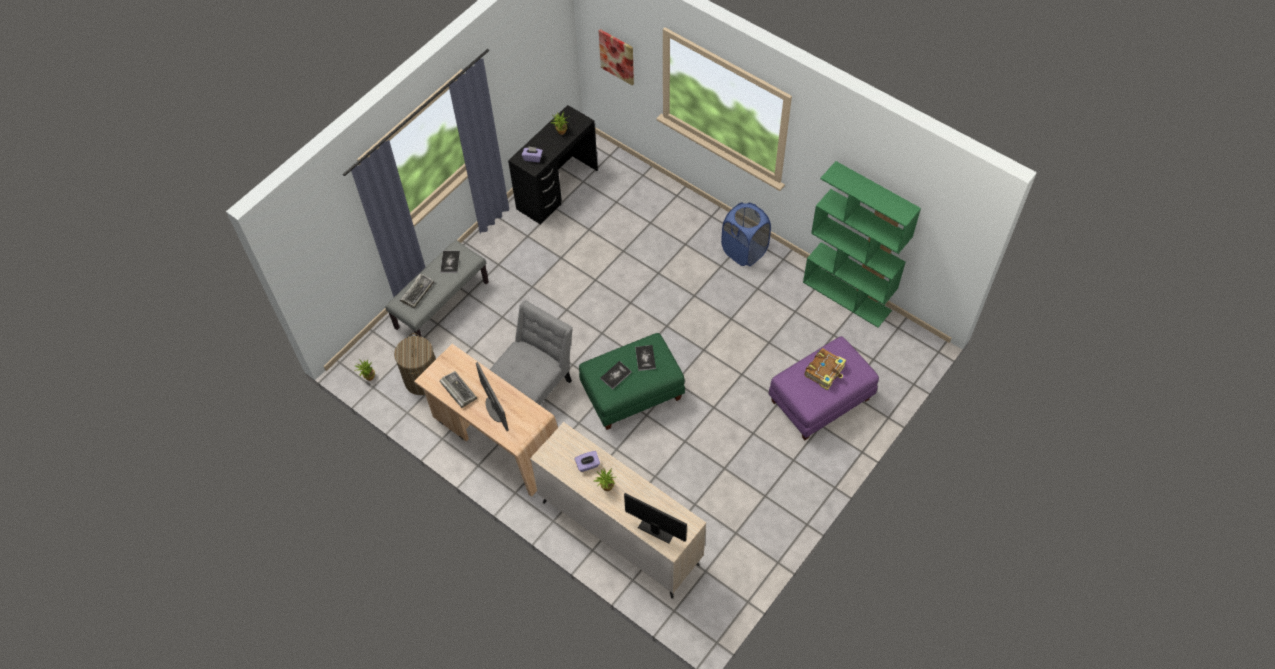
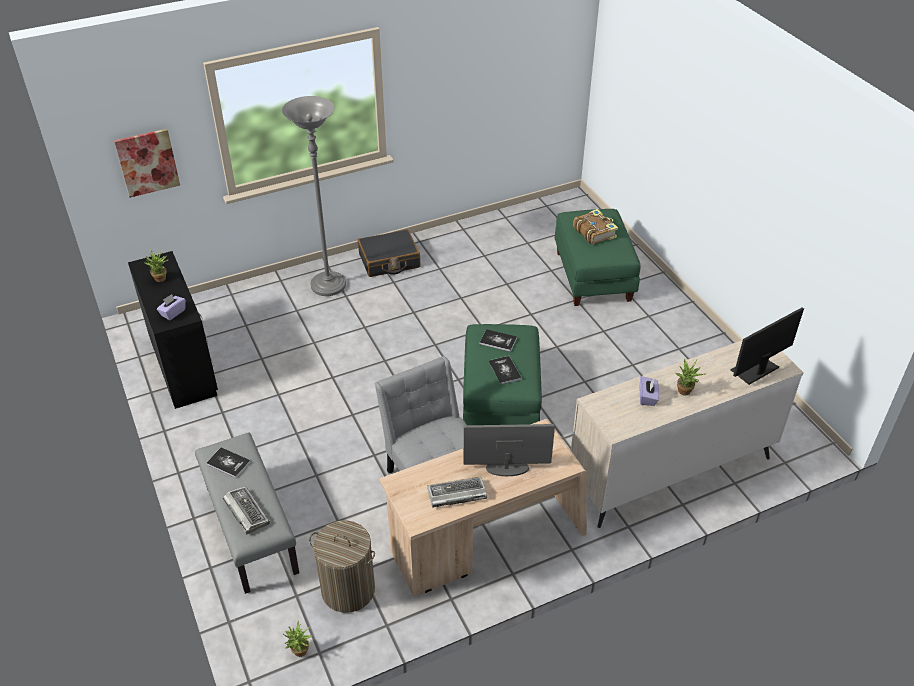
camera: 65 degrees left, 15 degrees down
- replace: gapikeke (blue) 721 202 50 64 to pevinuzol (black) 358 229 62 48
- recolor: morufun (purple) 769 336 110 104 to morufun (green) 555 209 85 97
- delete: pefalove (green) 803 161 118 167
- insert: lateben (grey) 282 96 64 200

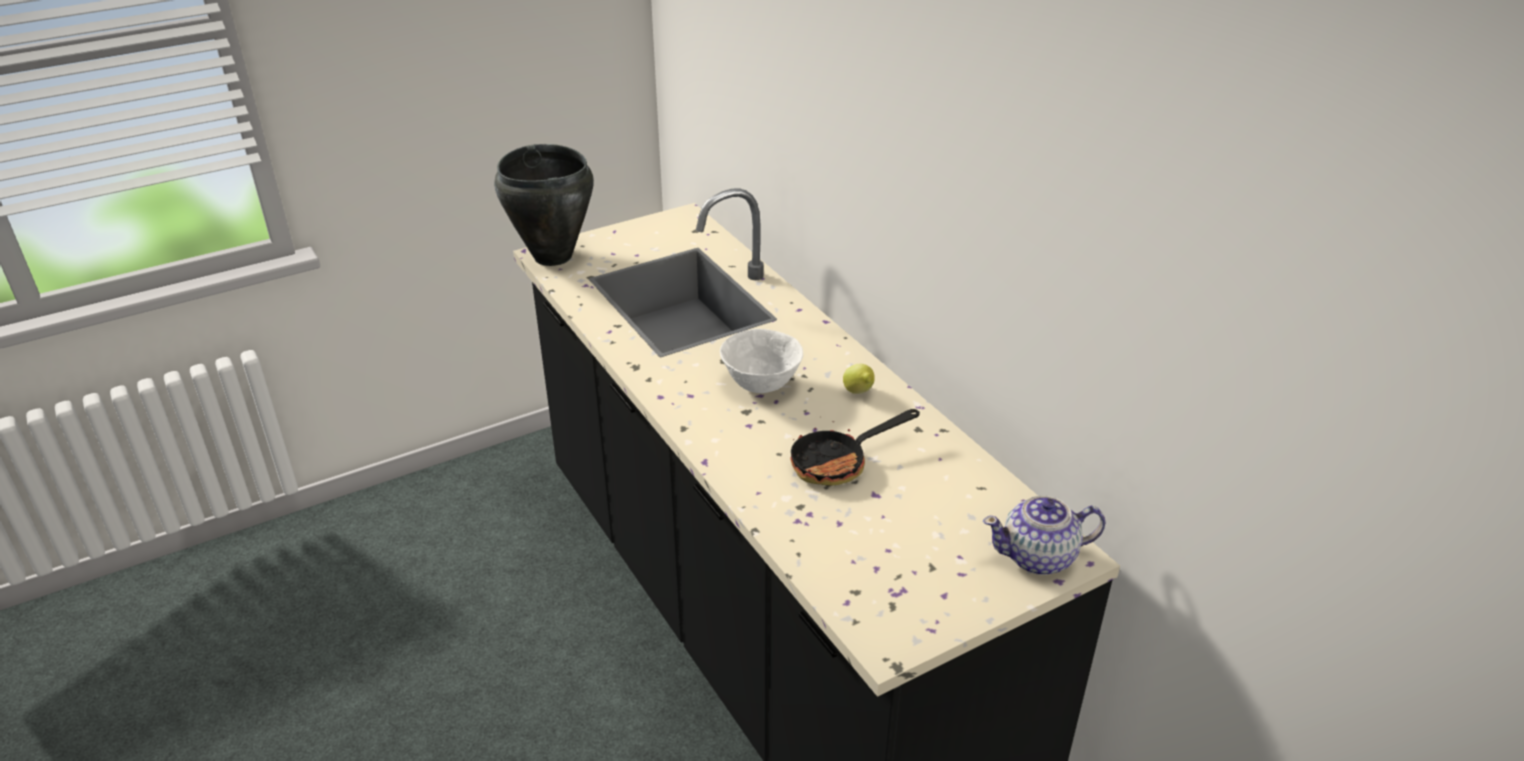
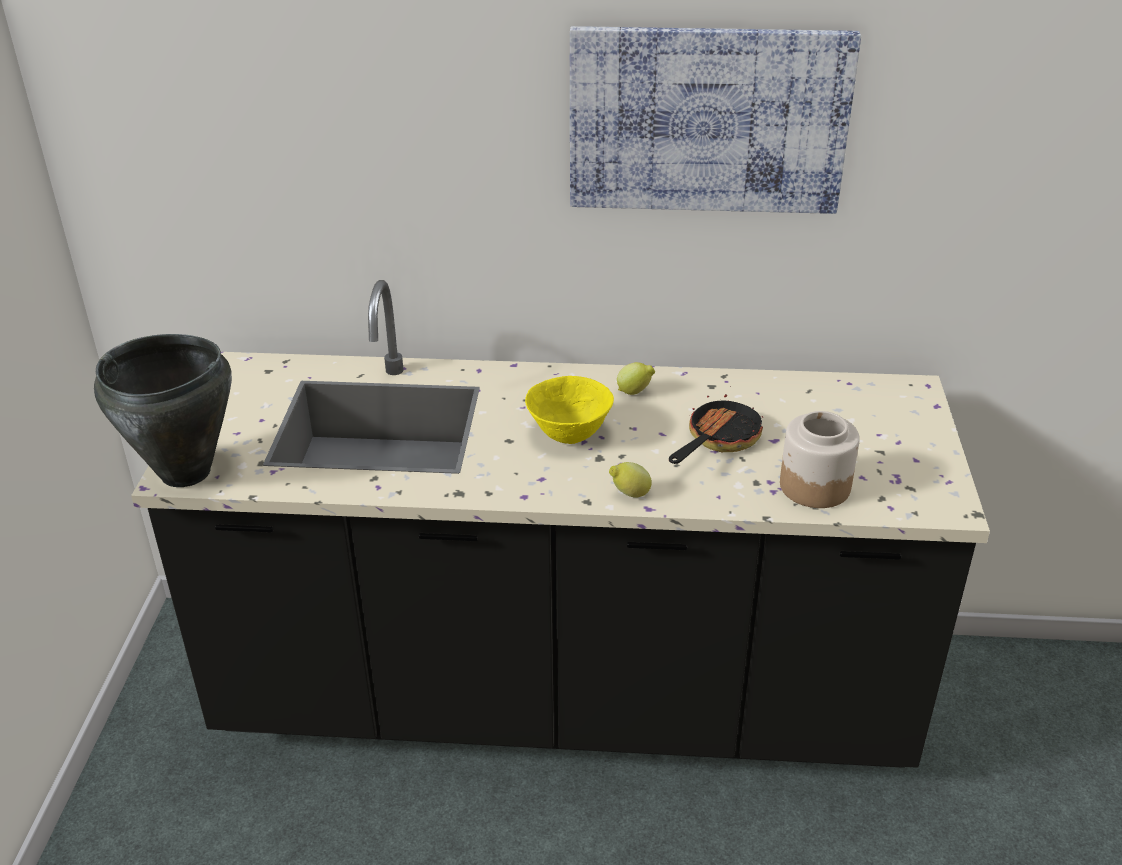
camera: 55 degrees left, 0 degrees up
- recolor: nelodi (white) 720 329 83 64 to nelodi (yellow) 525 376 89 68
- rotate: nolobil 790 409 130 77 = 669 386 94 78 150 degrees counterclockwise
- delete: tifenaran 983 495 123 80
- insert: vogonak 570 26 291 188
- insert: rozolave 609 462 43 36
- insert: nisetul 780 411 80 97

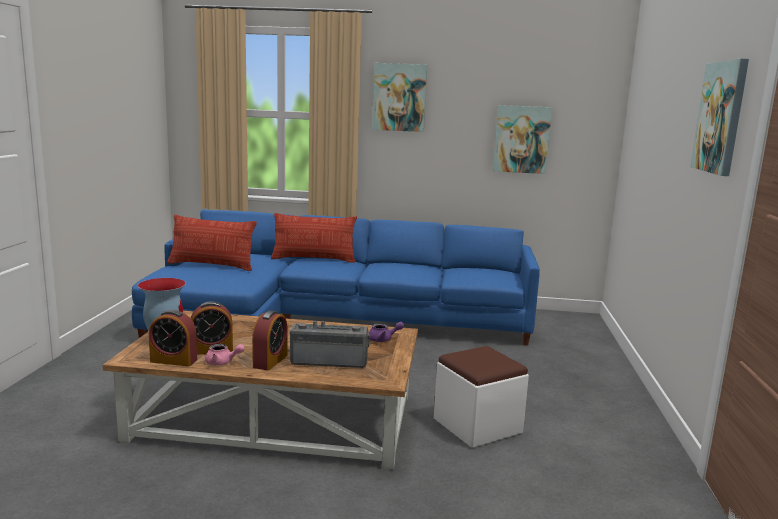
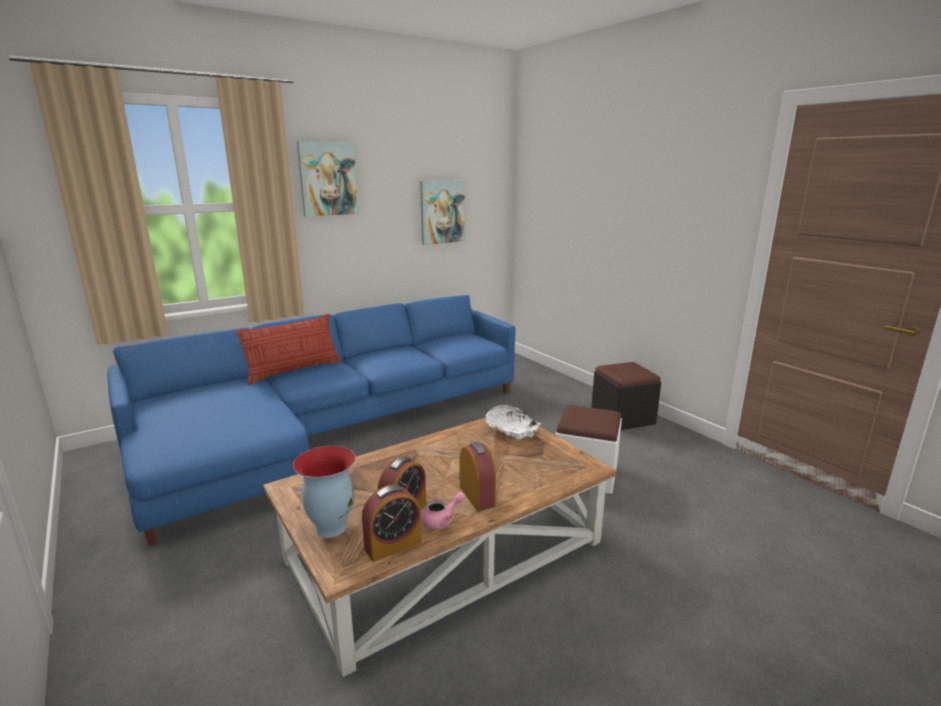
camera: 40 degrees left, 5 degrees up
- delete: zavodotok 167 215 90 56
- delete: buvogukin 290 321 80 47
- replace: tifenaran (purple) 369 322 35 20 to nelodi (white) 486 405 55 34
- delete: vogonak 690 59 59 117
- insert: morufun (black) 591 362 70 68

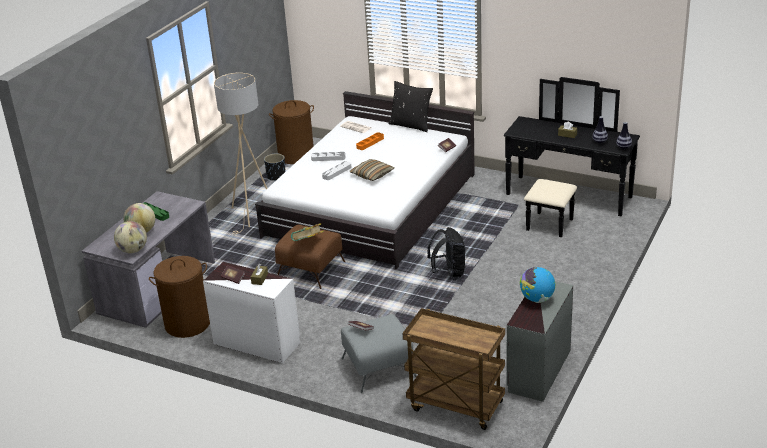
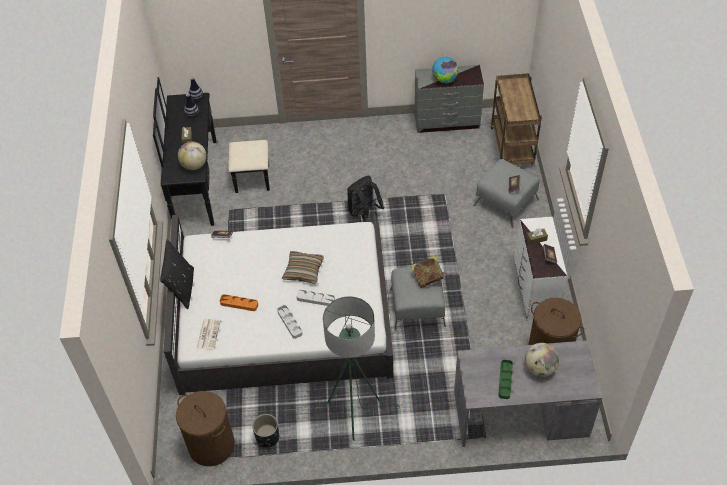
camera: 120 degrees left, 20 degrees up
- move: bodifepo 114 221 33 32 to 178 141 29 29
- recolor: lateben (beige) 214 72 53 162 to lateben (green) 323 296 77 145
- recolor: morufun (brown) 275 225 70 64 to morufun (grey) 390 267 56 64

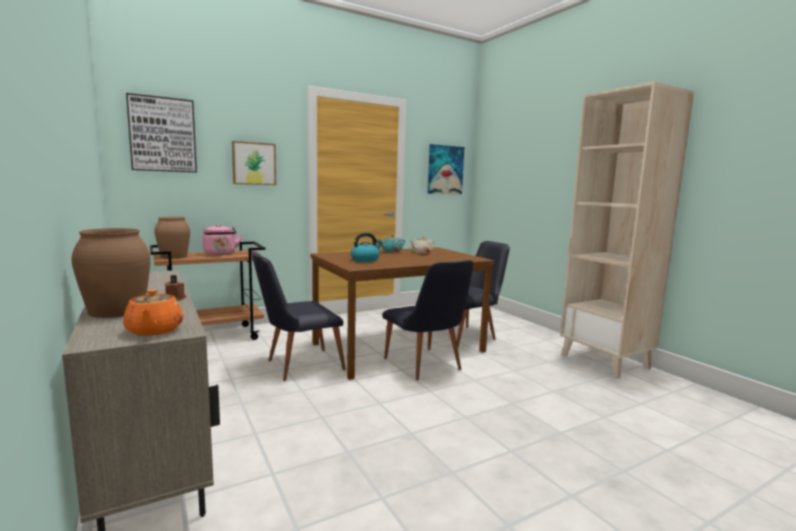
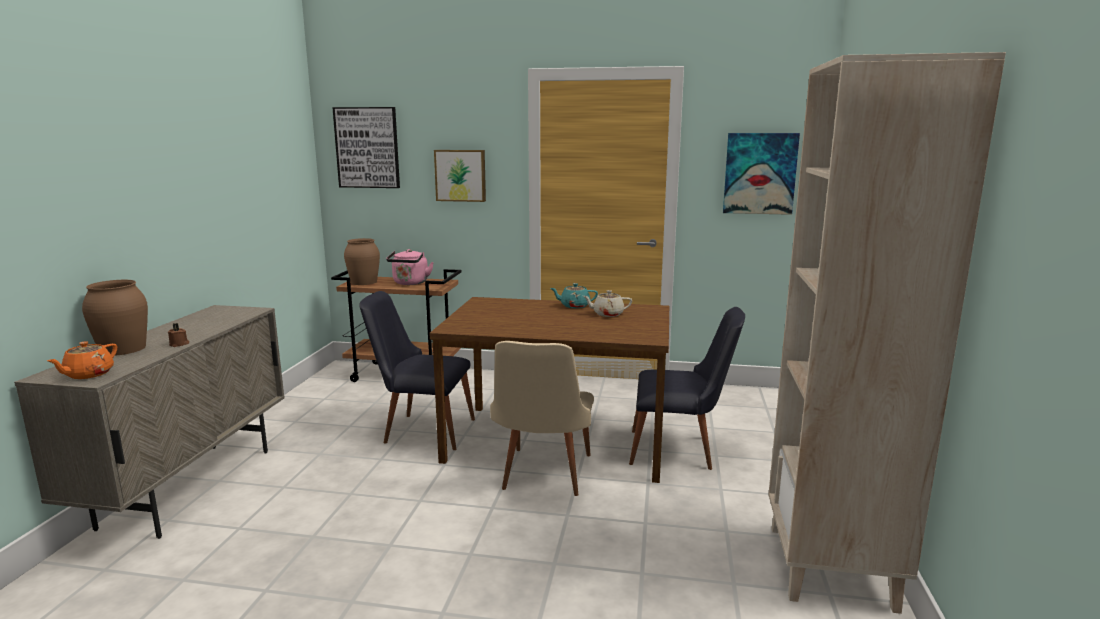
camera: 40 degrees right, 5 degrees up
- delete: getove 351 233 31 29
- recolor: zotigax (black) 382 260 92 120 to zotigax (beige) 490 341 104 155

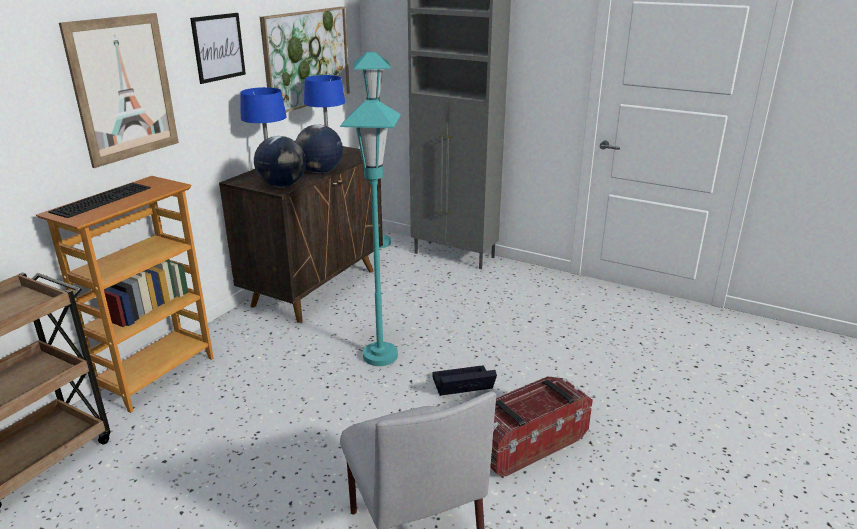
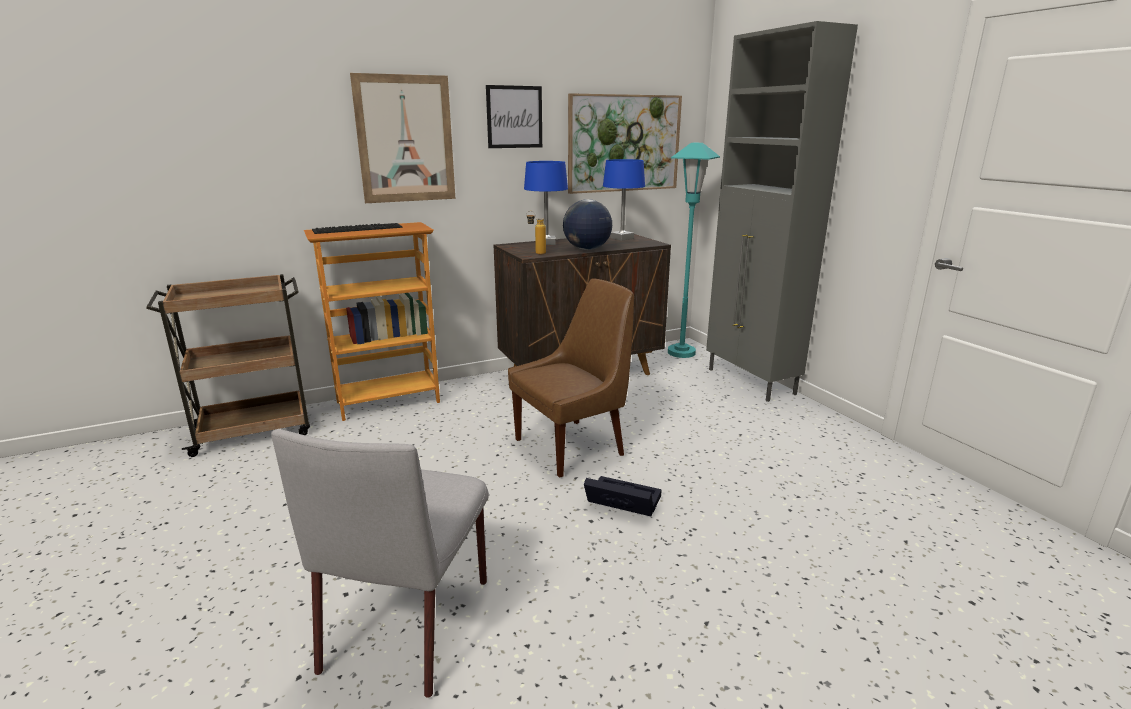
camera: 35 degrees right, 5 degrees down
- replace: bodifepo 254 136 52 51 to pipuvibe 526 211 20 43
- replace: lateben (turquoise) 340 100 61 266 to zotigax (brown) 508 278 126 200
- delete: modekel 490 376 103 102

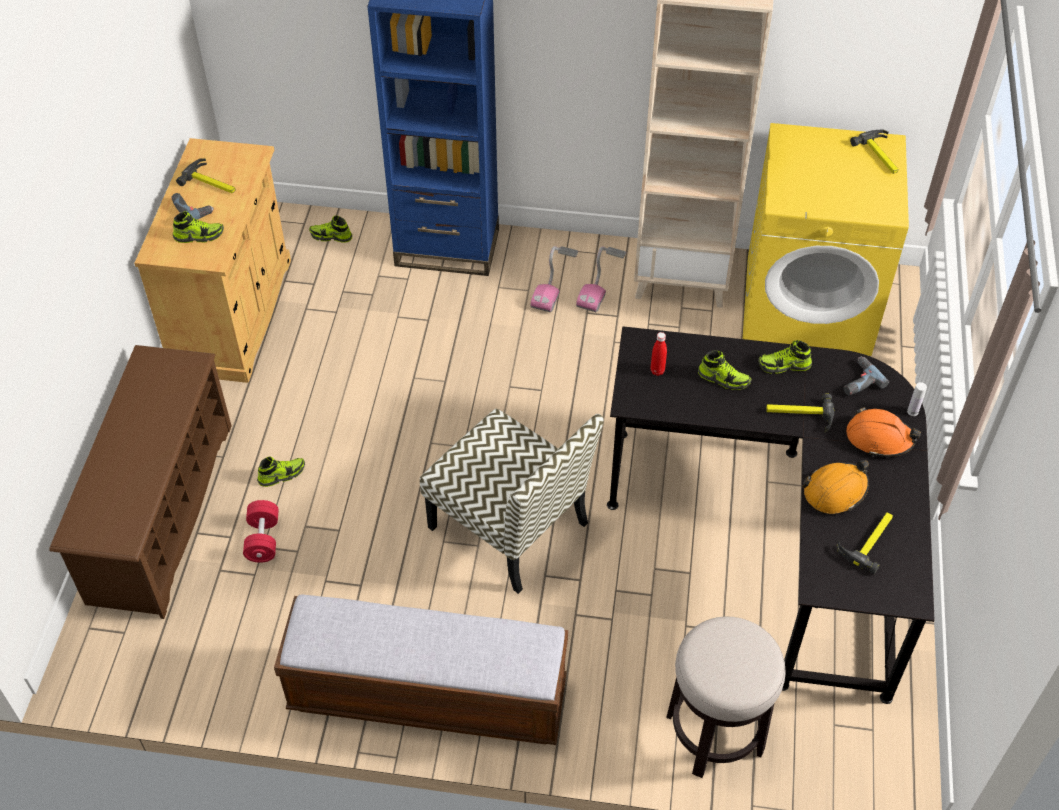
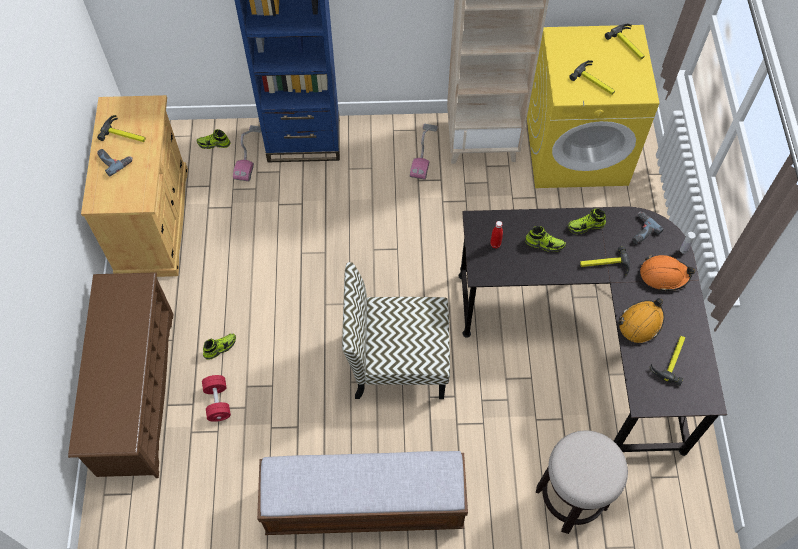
camera: 10 degrees left, 10 degrees up
- delete: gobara 173 211 51 32
- rotate: zotigax 420 409 184 185 = 342 262 108 137 150 degrees clockwise
- move: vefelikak 530 246 48 66 to 233 125 29 56
- insert: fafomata 569 60 46 35

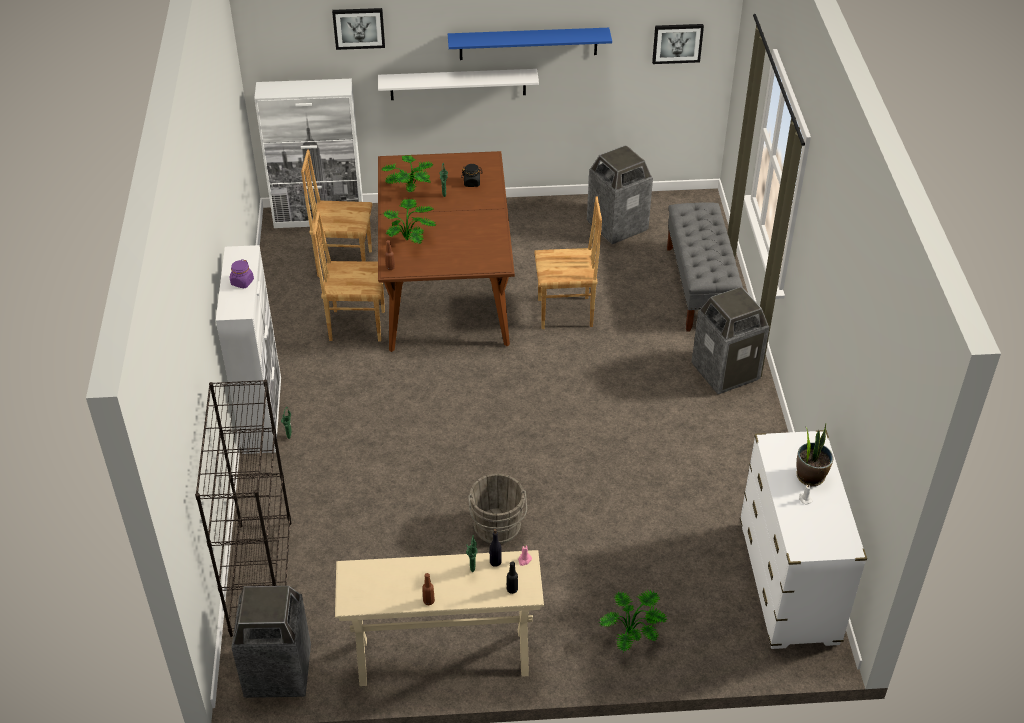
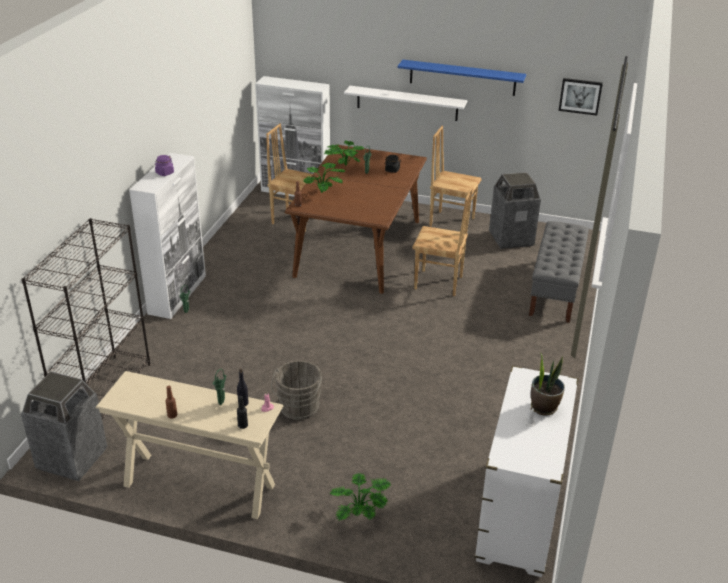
camera: 20 degrees right, 10 degrees down
- move: zotigax (brown) 313 210 72 132 to 430 126 52 100
- delete: vogonak 332 8 53 42
- delete: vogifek 692 287 78 107

